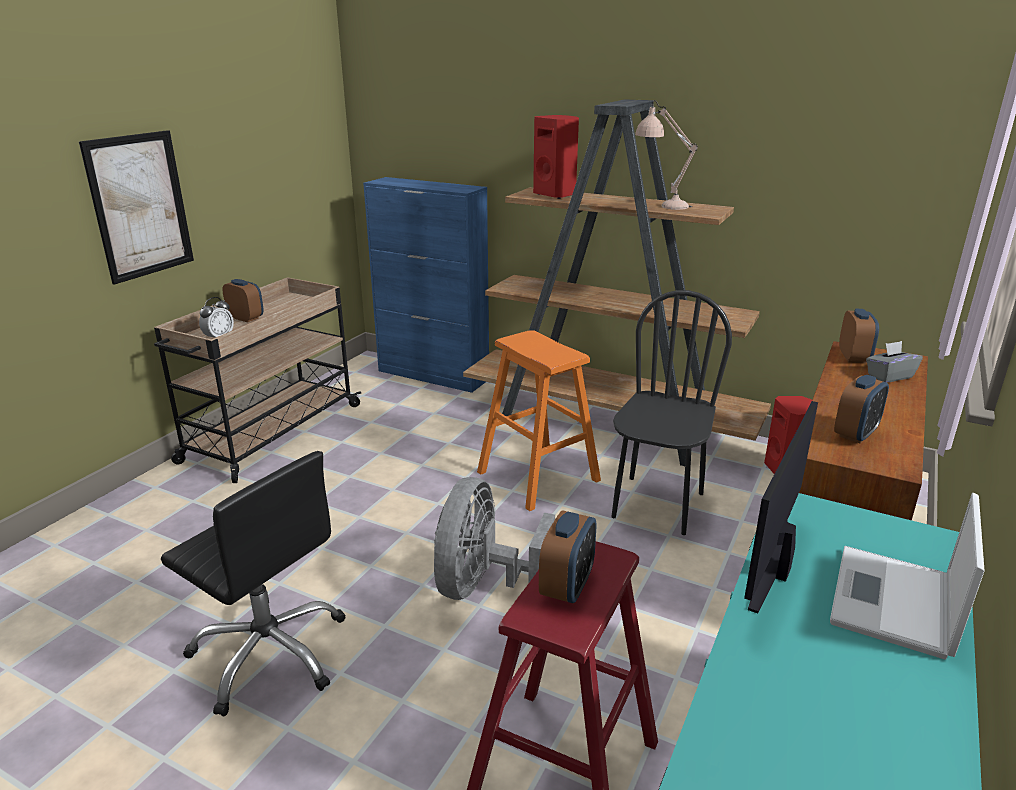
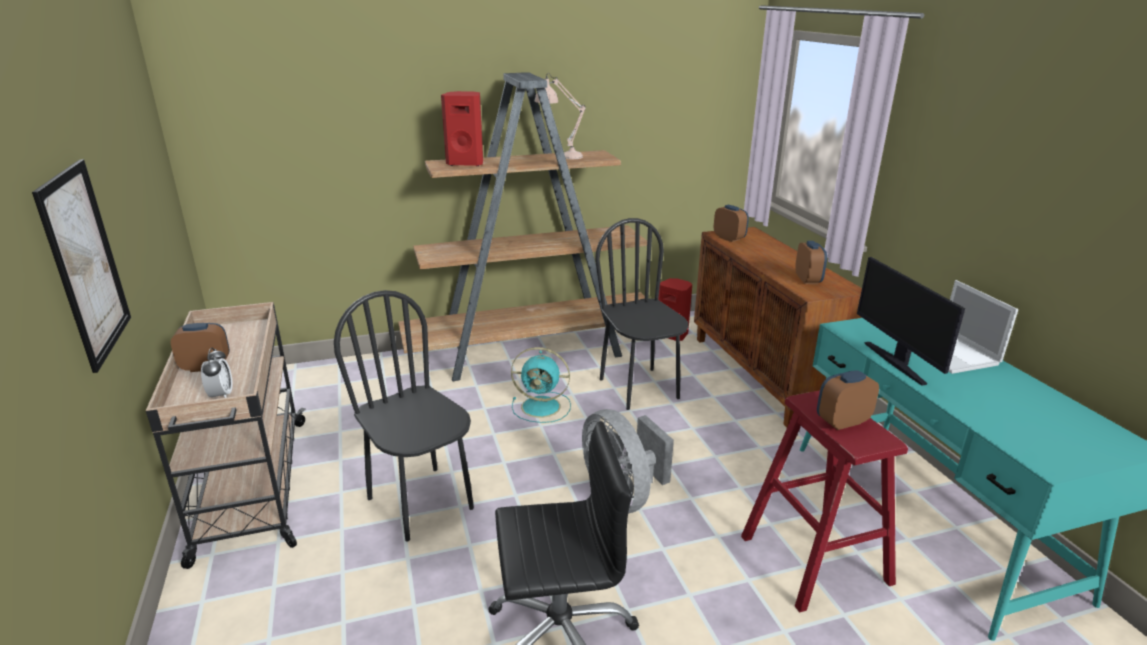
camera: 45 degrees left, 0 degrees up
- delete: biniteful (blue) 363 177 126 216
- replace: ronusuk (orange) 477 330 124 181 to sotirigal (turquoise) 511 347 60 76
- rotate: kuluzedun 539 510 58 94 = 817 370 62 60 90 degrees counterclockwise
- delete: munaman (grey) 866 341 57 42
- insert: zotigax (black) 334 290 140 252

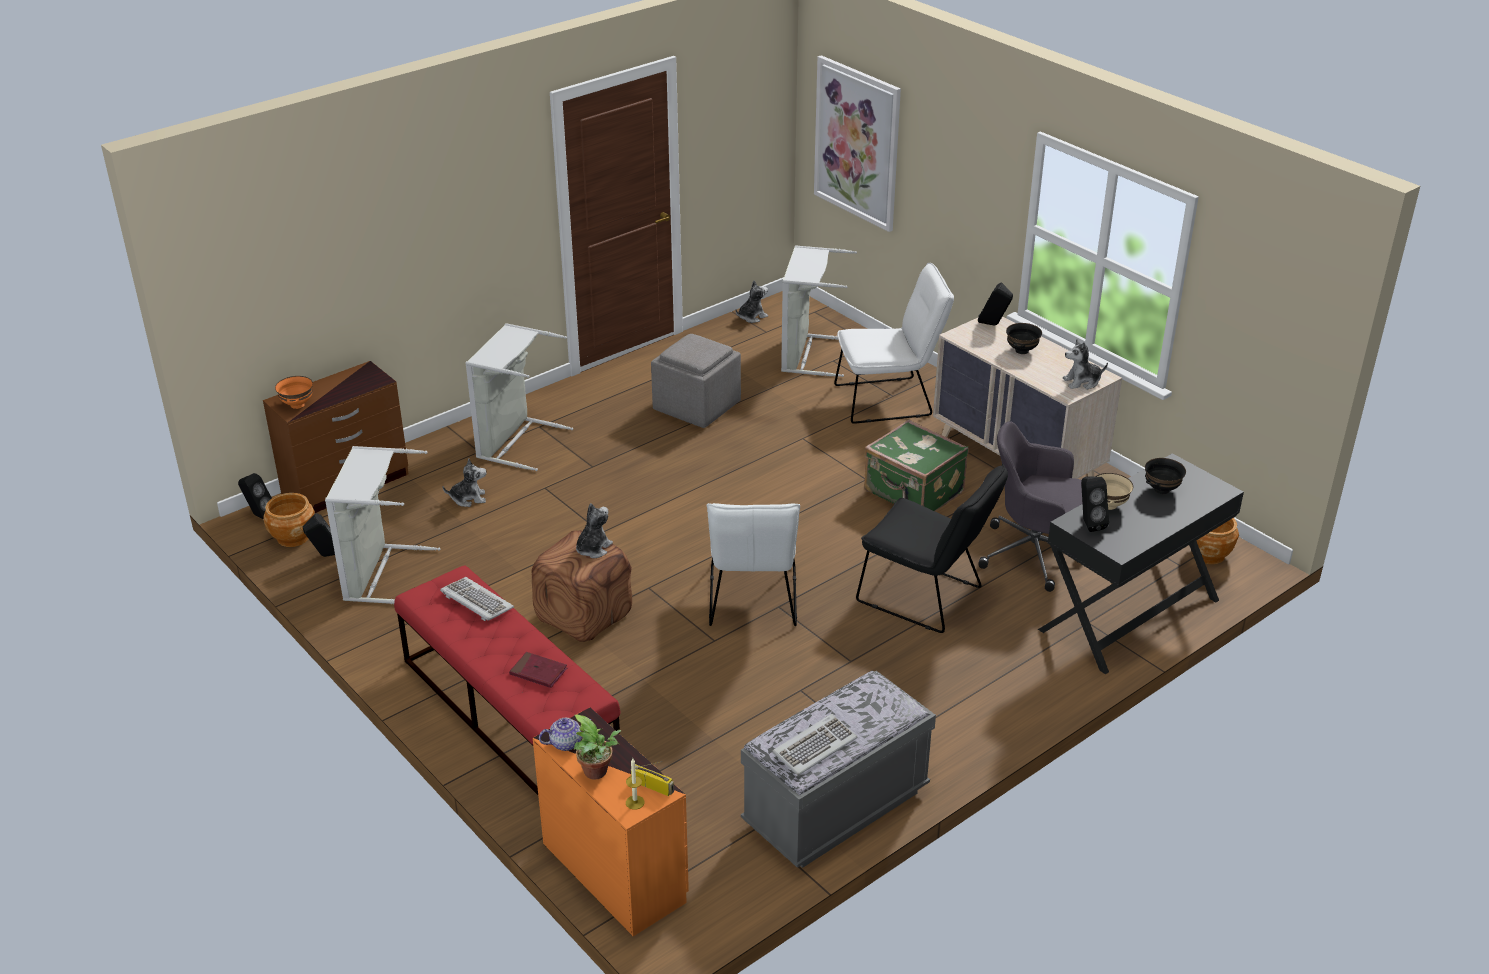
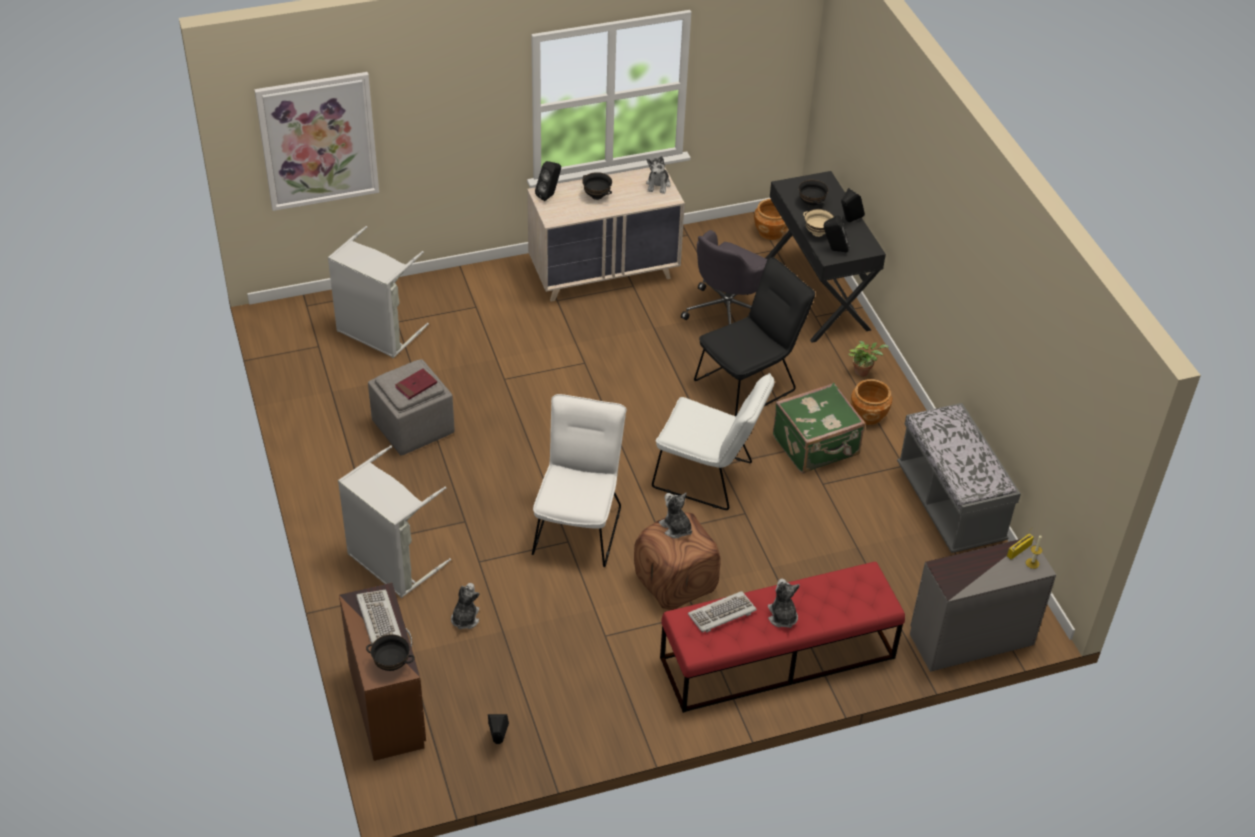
camera: 70 degrees left, 10 degrees up
- move: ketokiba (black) 238 473 34 46 to 841 188 24 34
- move: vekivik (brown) 263 493 52 54 to 850 379 42 46
- recolor: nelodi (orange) 275 376 38 33 to nelodi (black) 366 634 49 37
- delete: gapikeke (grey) 325 446 116 158
- move: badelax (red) 509 652 58 36 to 395 368 42 32
- recolor: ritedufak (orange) 533 707 156 229 to ritedufak (grey) 910 539 146 133
- delete: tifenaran 539 717 52 34
- move: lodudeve 574 714 47 66 to 848 341 41 36
- move: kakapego 735 281 33 42 to 768 579 32 49
- move: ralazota 772 714 85 61 to 356 590 46 54
- move: zotigax (white) 834 263 120 161 to 532 394 95 173
- move: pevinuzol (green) 864 420 105 91 to 773 383 92 90

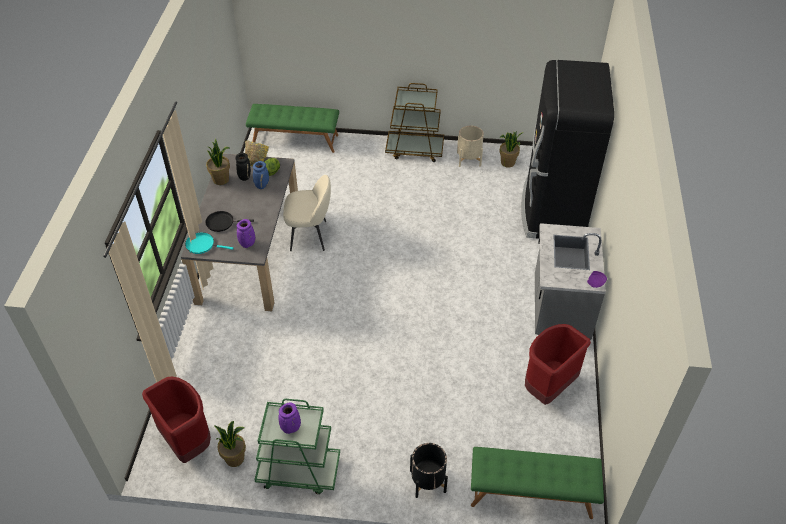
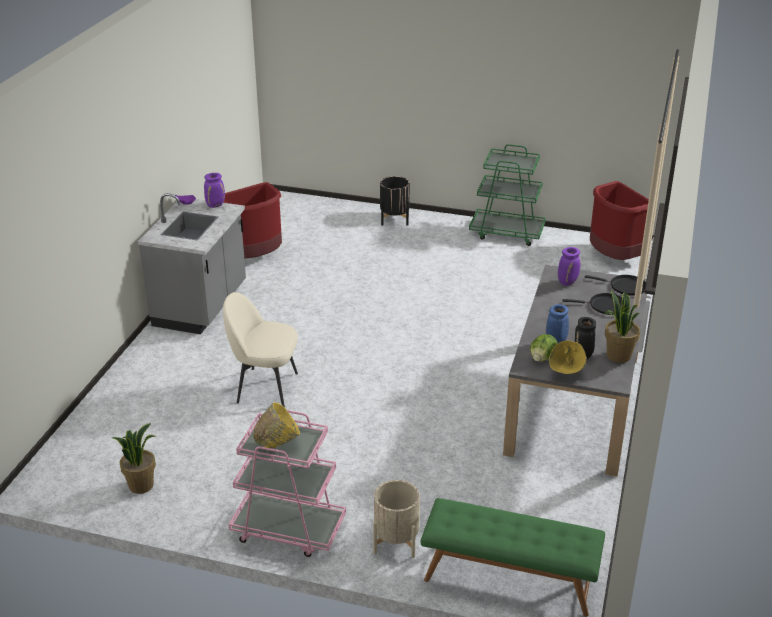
camera: 170 degrees left, 15 degrees down
- recolor: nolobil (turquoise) 185 232 48 22 to nolobil (black) 585 275 61 20
- delete: lodudeve 214 421 32 46
- move: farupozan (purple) 278 402 23 32 to 204 173 21 35
- move: zotigax (beige) 283 175 48 76 to 223 292 75 115
- recolor: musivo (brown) 385 83 59 79 to musivo (pink) 229 410 117 147
- move: vekivik (beige) 457 126 27 41 to 373 480 47 78
- delete: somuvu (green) 471 447 133 72
- delete: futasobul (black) 521 60 93 179
- insert: nelodi (yellow) 253 402 47 47

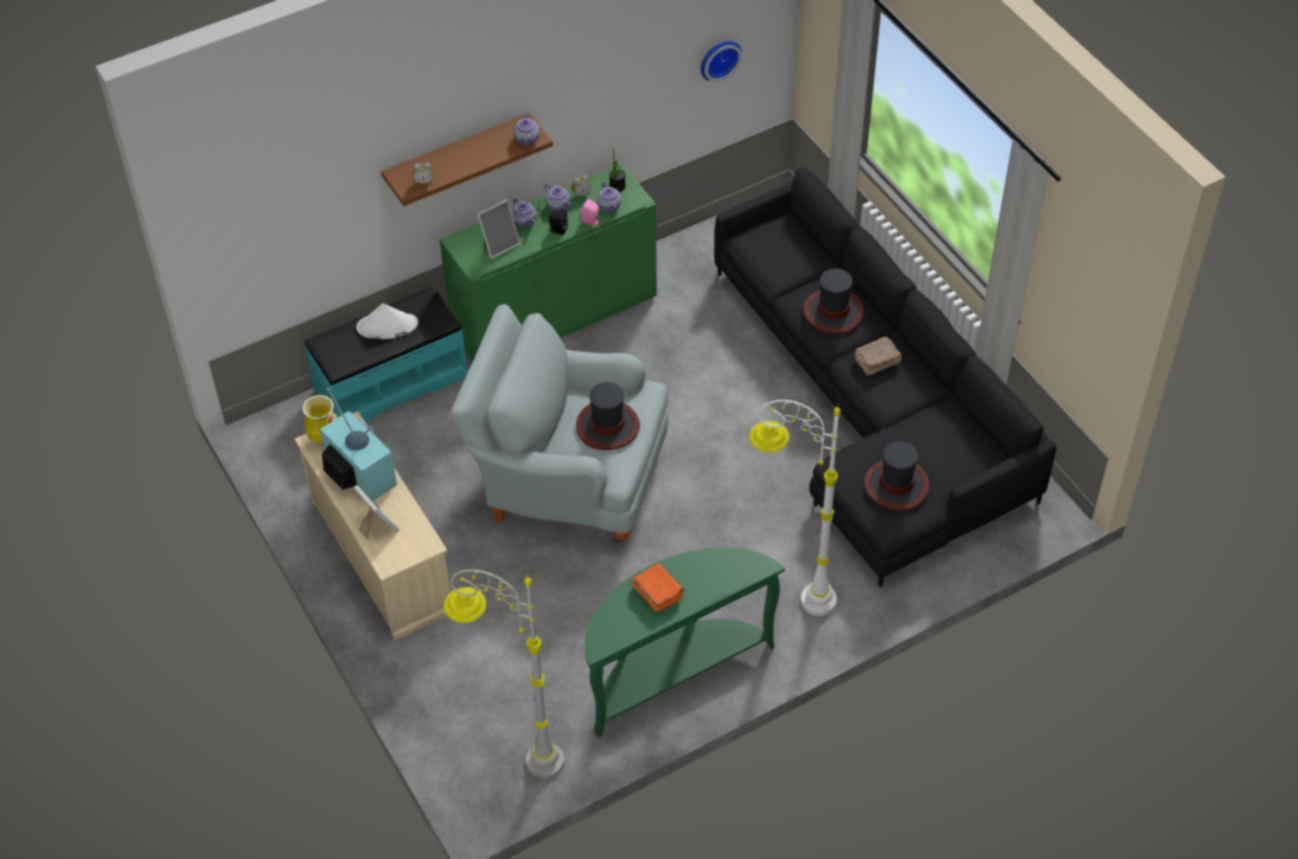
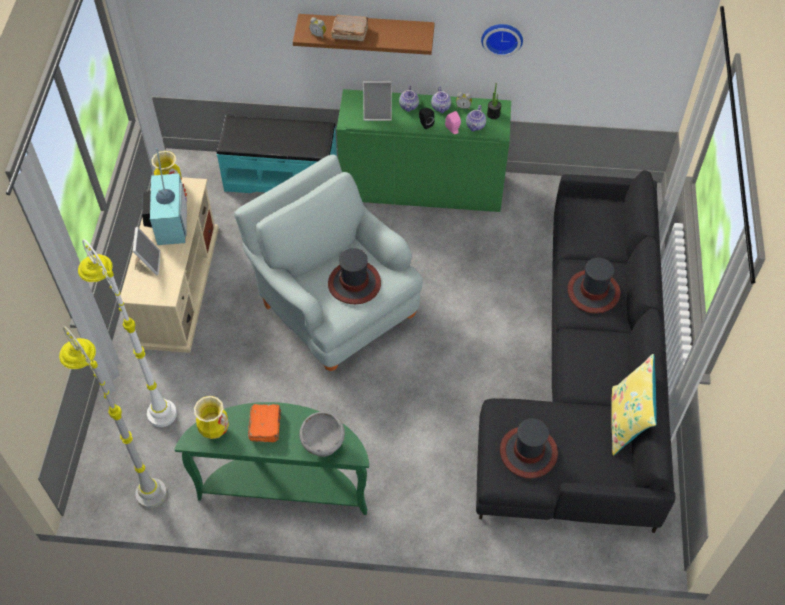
camera: 35 degrees right, 5 degrees up
- delete: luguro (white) 356 303 62 36
- delete: tifenaran 514 112 26 34
- move: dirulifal 701 41 41 41 to 481 24 42 33
- move: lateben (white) 749 400 92 216 to 78 239 99 188
- move: badelax (brown) 853 336 49 40 to 331 14 37 28
- insert: farupozan 194 396 35 43
- insert: nelodi (grey) 299 412 46 45
- insert: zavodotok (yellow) 611 354 46 102

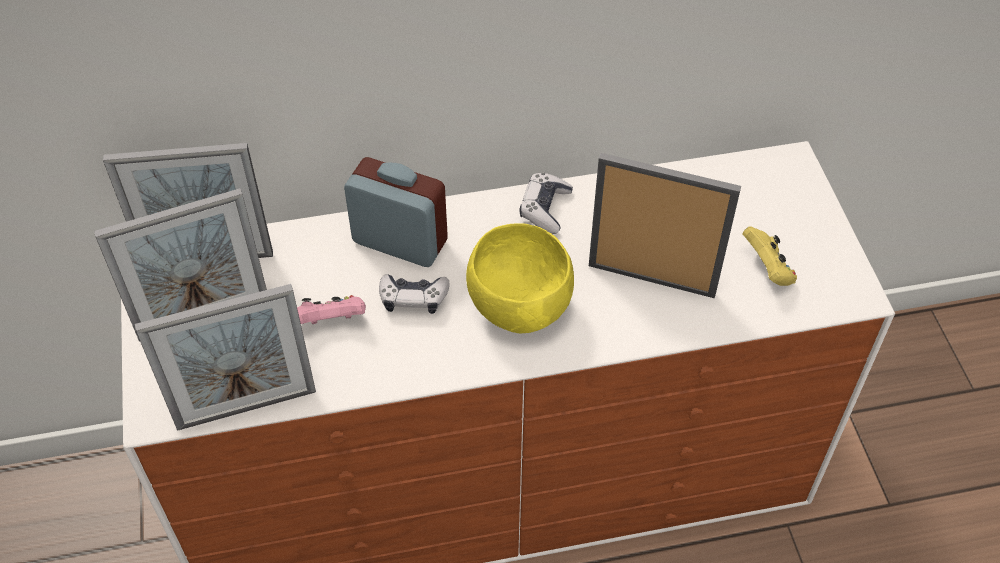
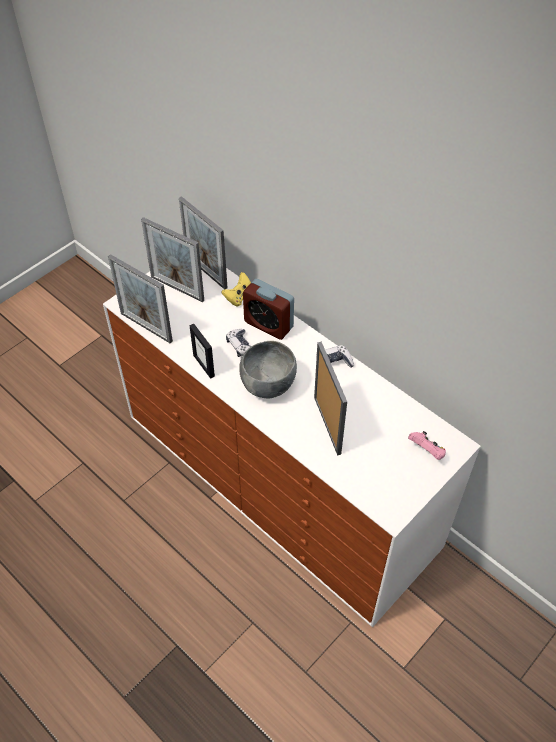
camera: 55 degrees right, 0 degrees up
- move: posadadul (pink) 297 295 69 29 to 408 431 38 29
- rotate: kuluzedun 344 157 104 110 = 243 279 51 61 135 degrees clockwise
- recolor: nelodi (yellow) 466 223 108 110 to nelodi (grey) 239 341 58 57
- move: posadadul (yellow) 742 226 55 60 to 222 272 29 34
- insert: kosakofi 190 324 25 55

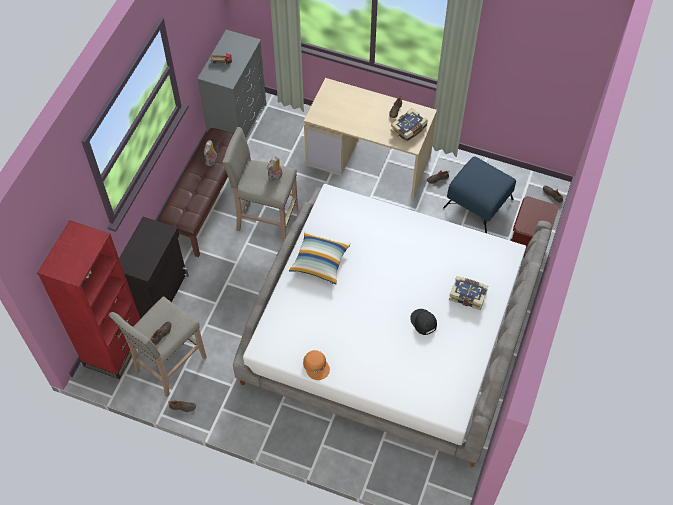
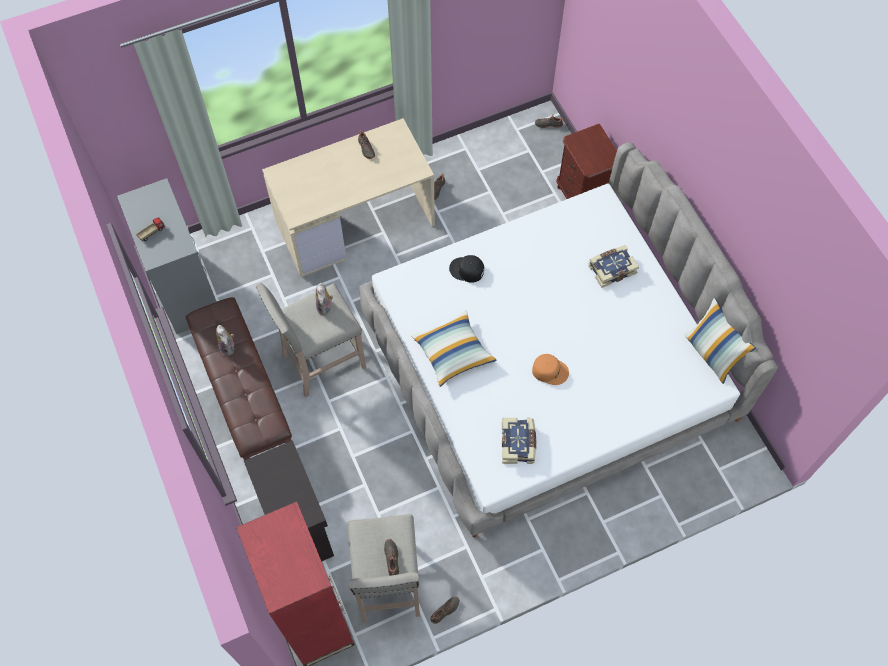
camera: 45 degrees left, 5 degrees up
- move: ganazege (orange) 303 350 27 30 to 532 354 37 31
- move: badelax 391 108 37 35 to 502 418 34 46
- move: ganazege (black) 410 309 27 26 to 449 255 35 28
- delete: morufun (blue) 443 156 73 77
- insert: zavodotok 684 298 72 86

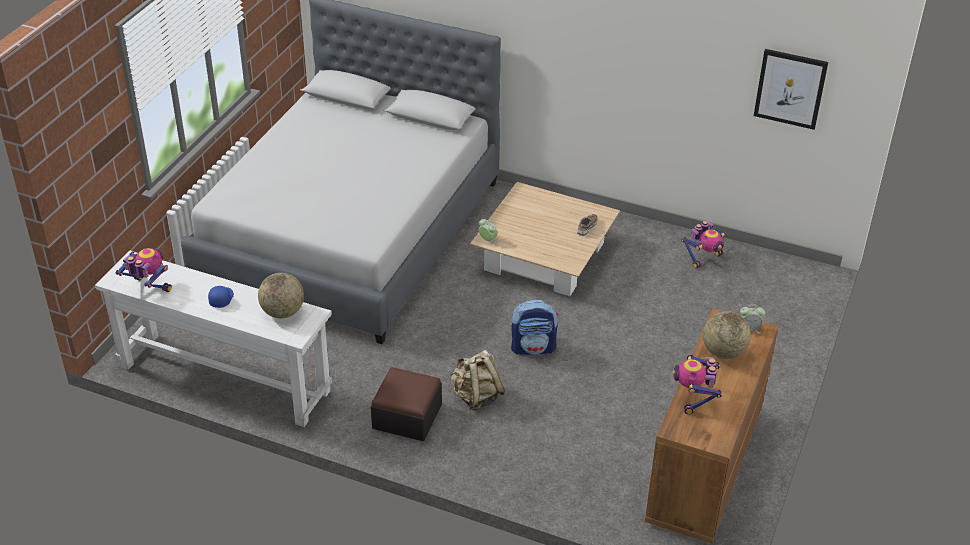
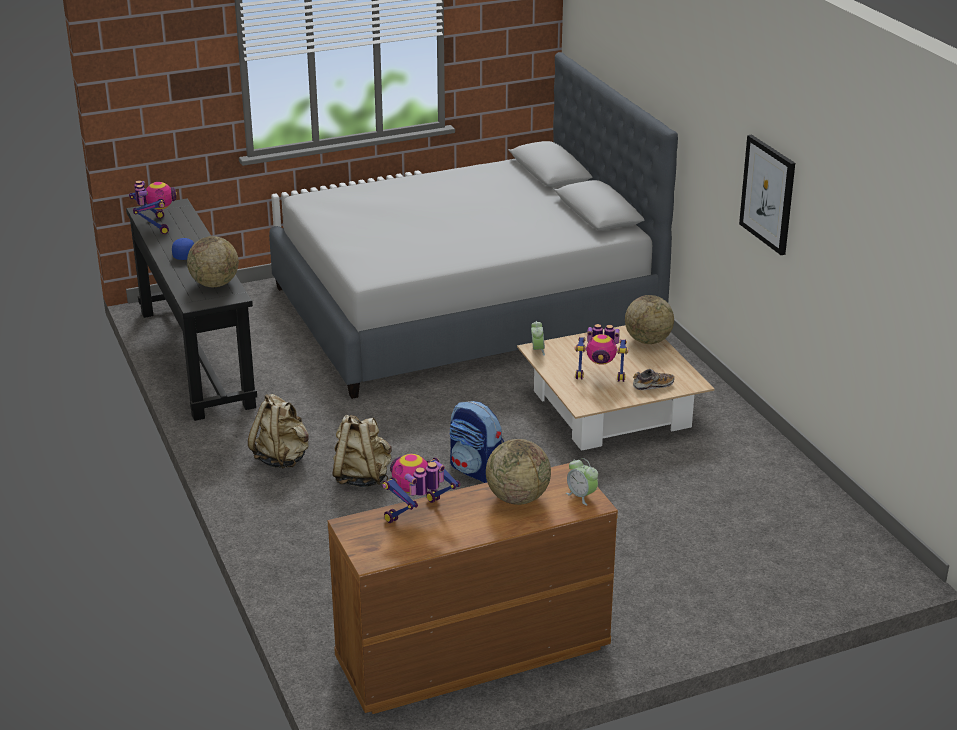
camera: 45 degrees right, 10 degrees down
- recolor: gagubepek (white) 95 251 237 176 to gagubepek (black) 126 198 131 223
- replace: morufun 371 367 71 74 to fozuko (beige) 248 394 61 74
- move: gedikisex 681 221 45 48 to 575 324 54 58
- move: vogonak 754 49 74 81 to 739 135 56 120
- insert: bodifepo 625 295 49 49

